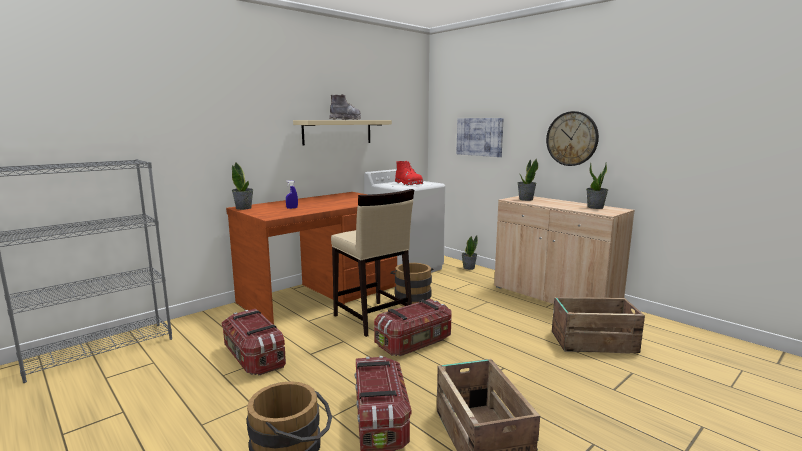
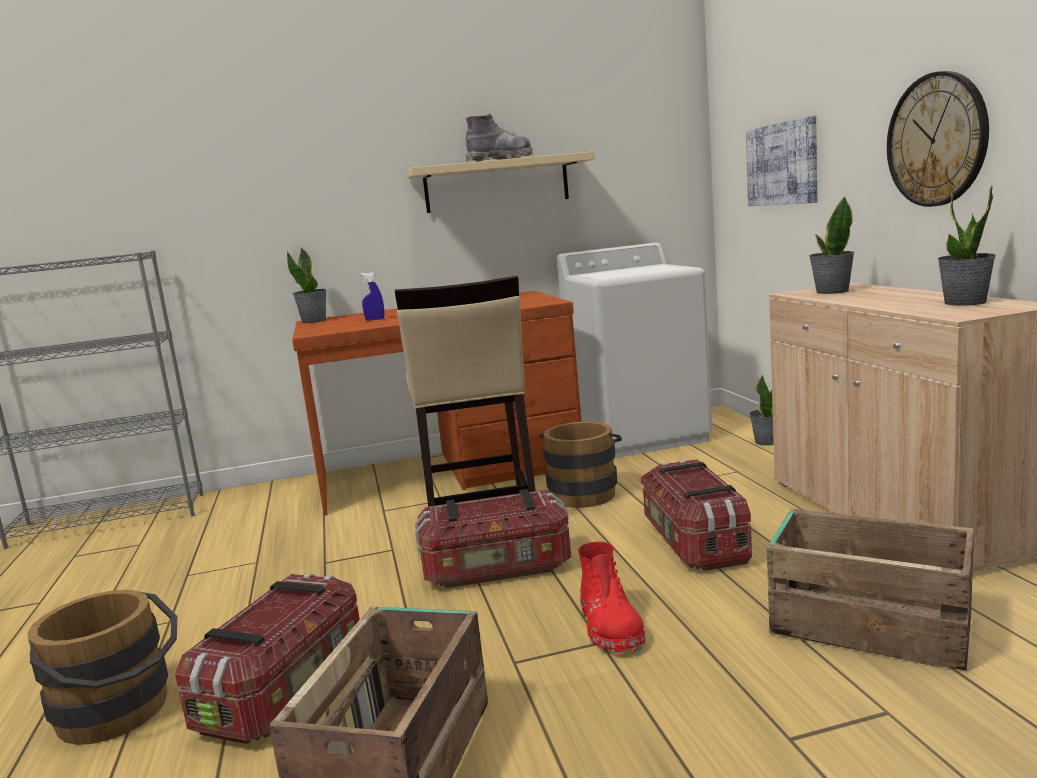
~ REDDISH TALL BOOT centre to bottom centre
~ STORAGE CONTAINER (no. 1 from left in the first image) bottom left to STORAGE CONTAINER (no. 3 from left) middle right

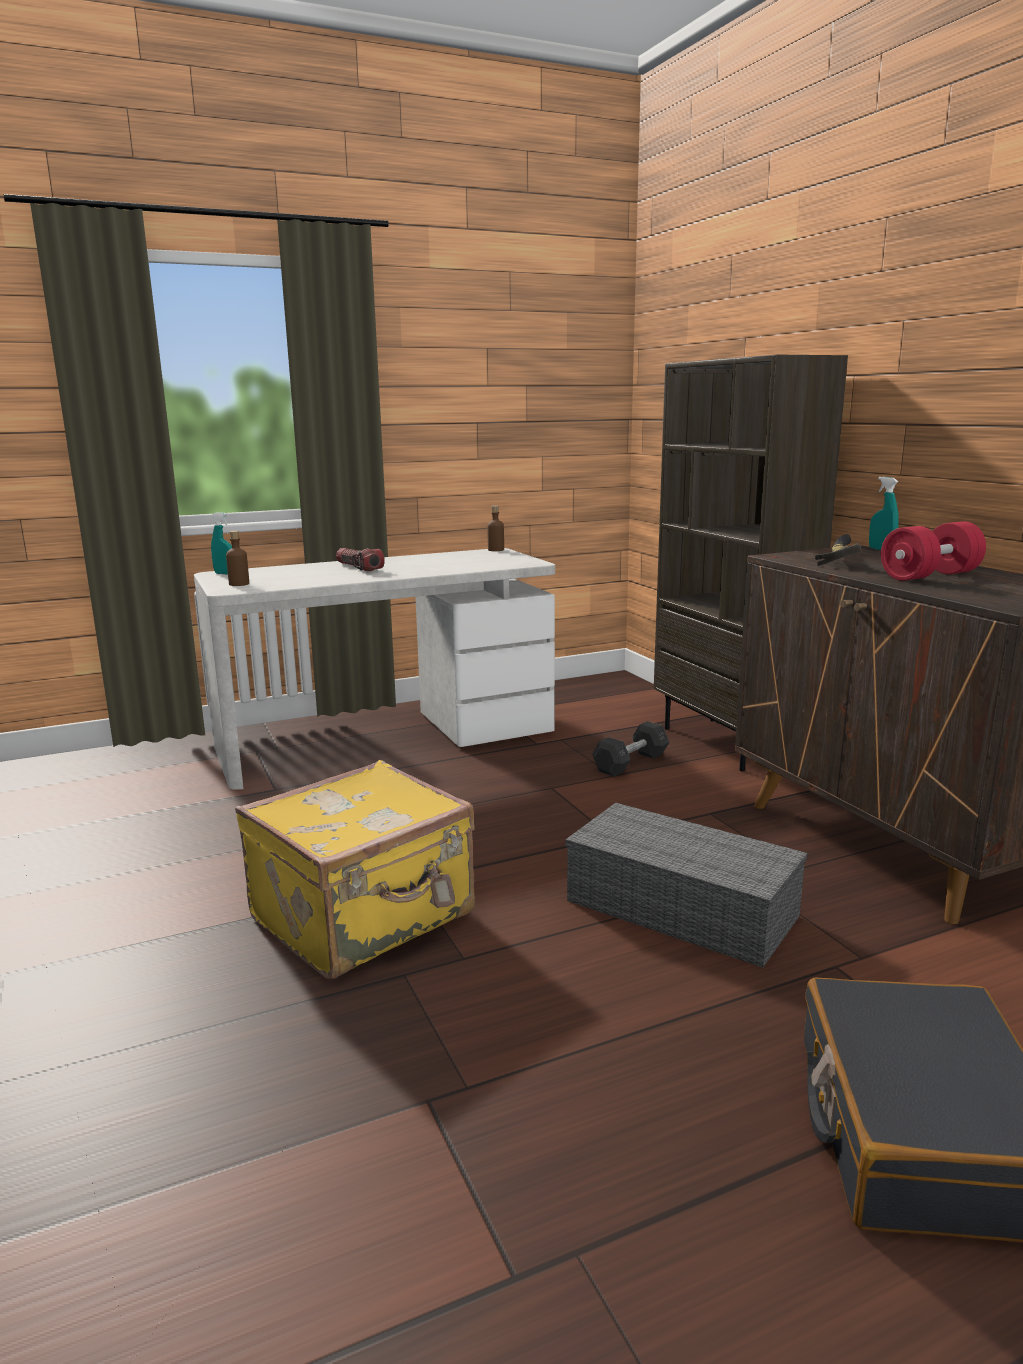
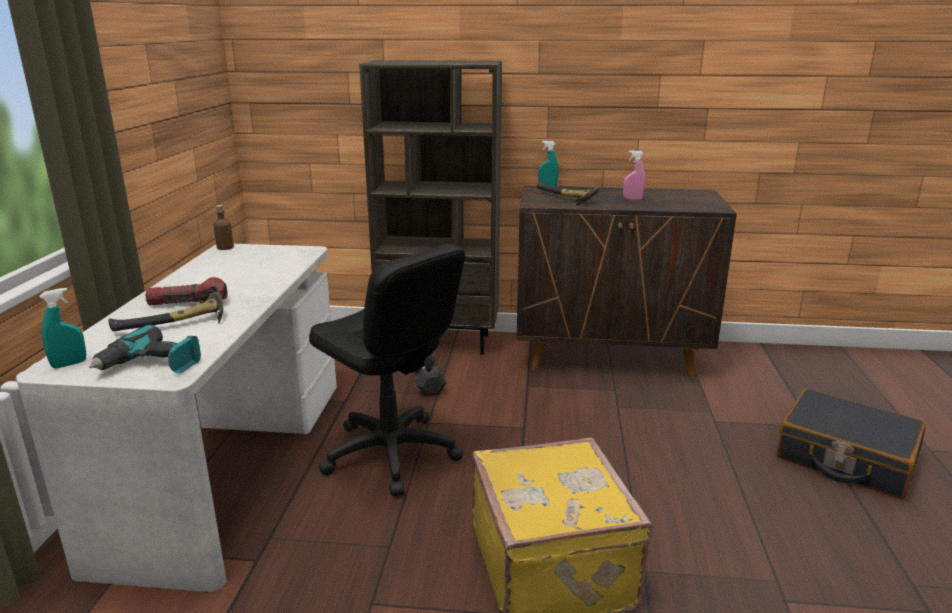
~ REDDISH FREE WEIGHT middle right to PINK SPRAYER top centre
~ BROWNISH DRINK BOTTLE (no. 1 from left) middle left to ELECTRIC DRILL middle left
- GRAY STORAGE CONTAINER middle right
+ BLACK-COLOURED OFFICE CHAIR centre
+ HAND HAMMER (no. 1 from left) middle left

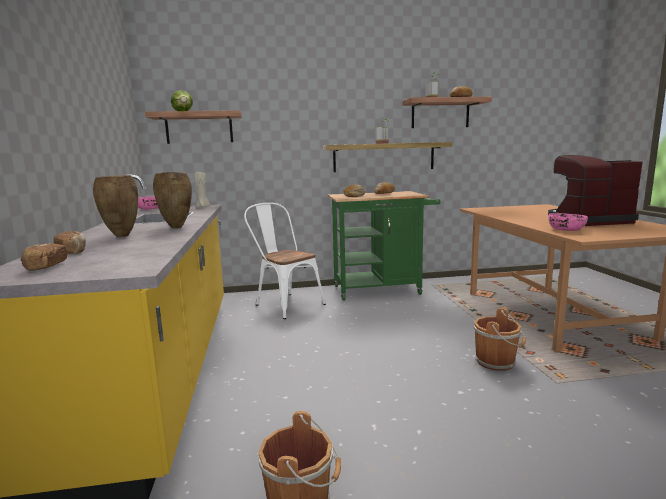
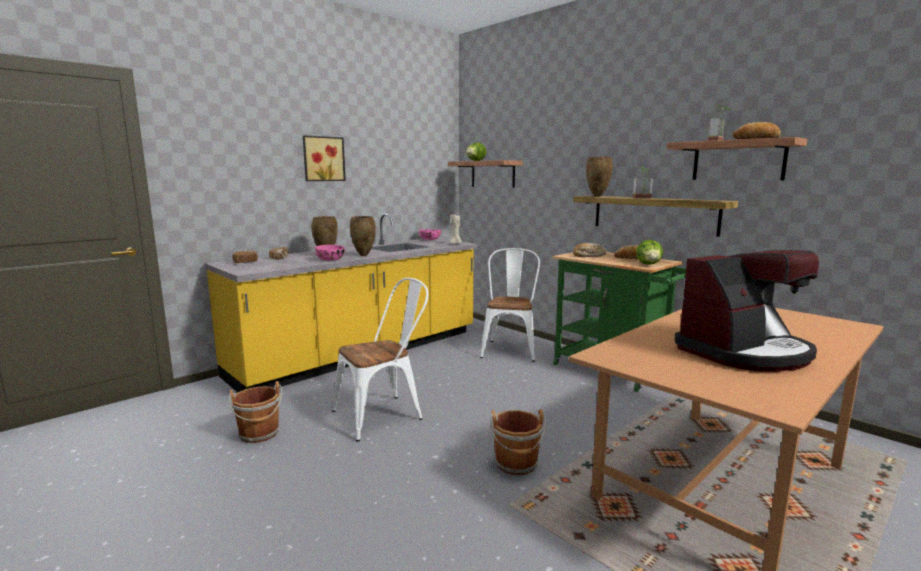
~ COFFEE MAKER middle right = middle right 105 degrees clockwise
~ PINK DEEP DISH (no. 2 from left in the first image) middle right to PINK DEEP DISH (no. 1 from left) centre
+ WALL PICTURE top centre
+ BROWNISH DECORATIVE VASE (no. 3 from left) top centre
+ HEAD OF LETTUCE (no. 2 from left) middle right
+ WHITE UPRIGHT CHAIR (no. 1 from left) centre

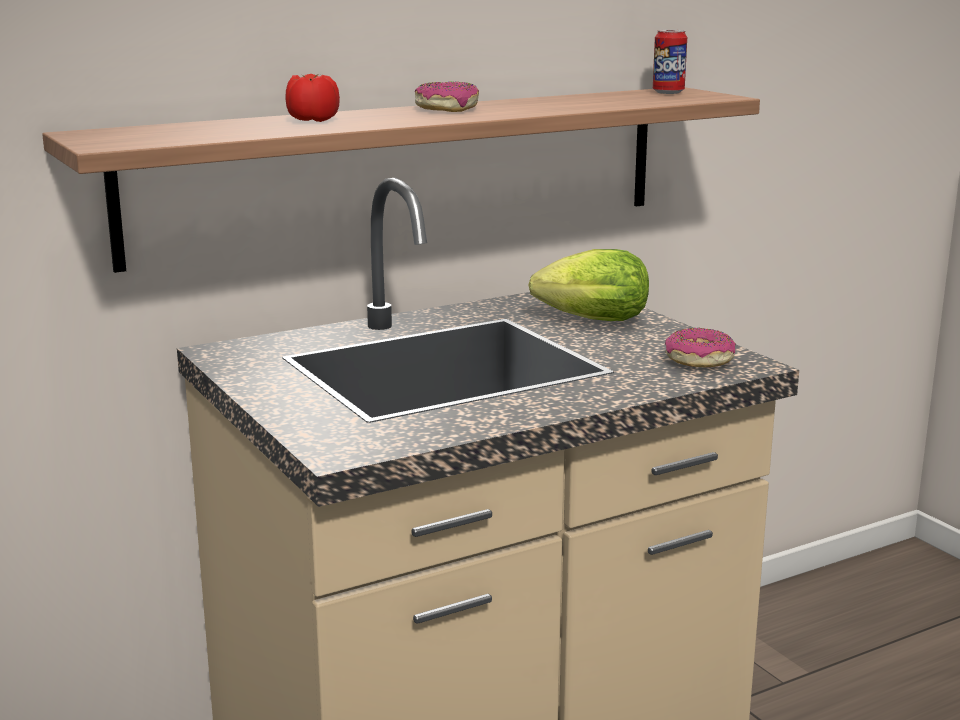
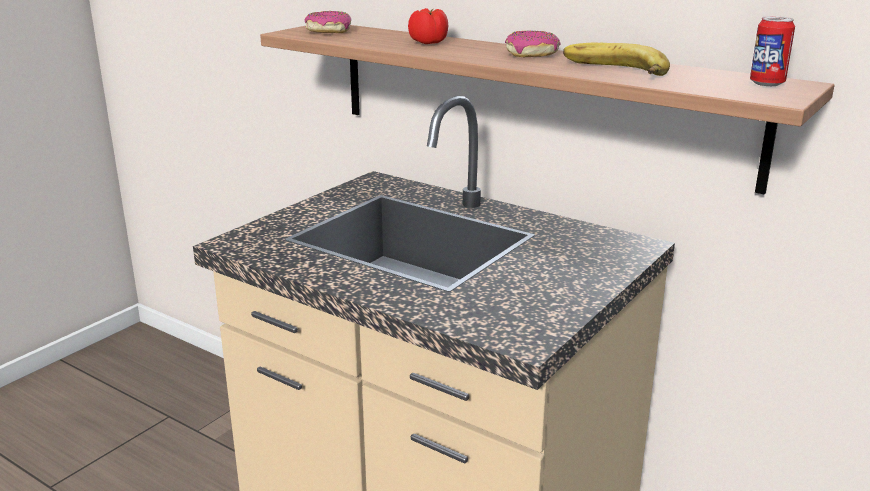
- HEAD OF LETTUCE centre
~ RING DOUGHNUT (no. 2 from left in the first image) middle right to RING DOUGHNUT (no. 1 from left) top centre
+ BANANA FRUIT top right

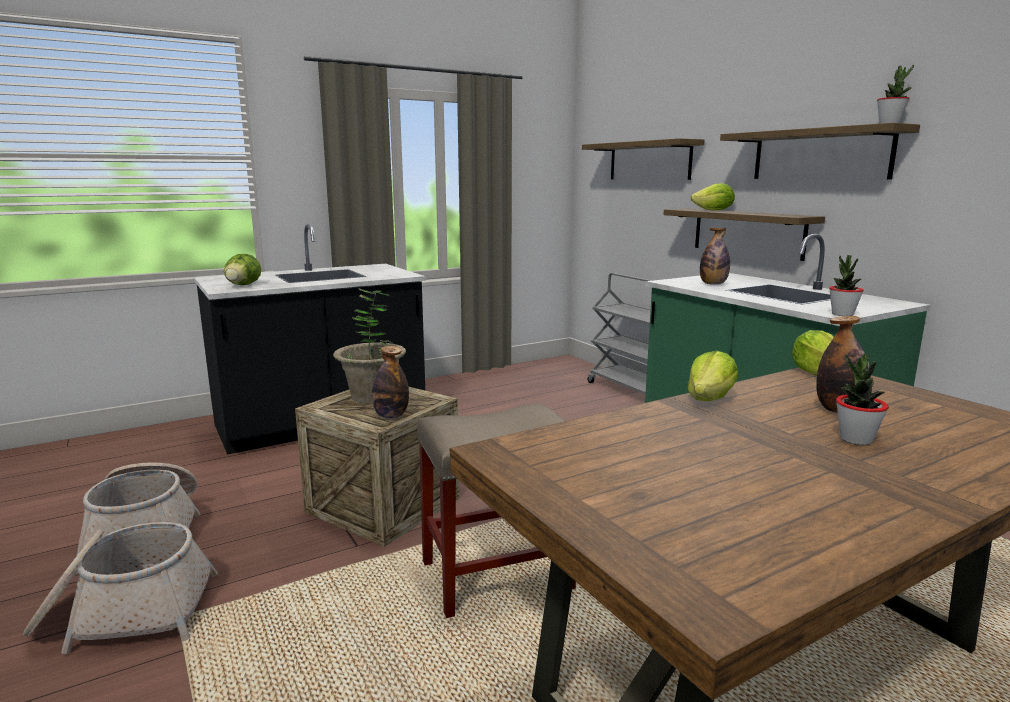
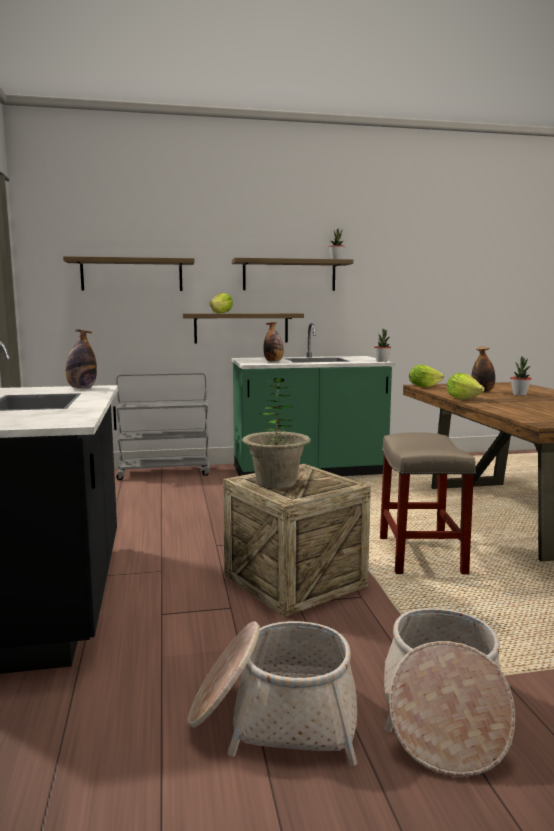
- HEAD OF LETTUCE (no. 1 from left) middle left
~ DRINK BOTTLE (no. 1 from left) centre to middle left

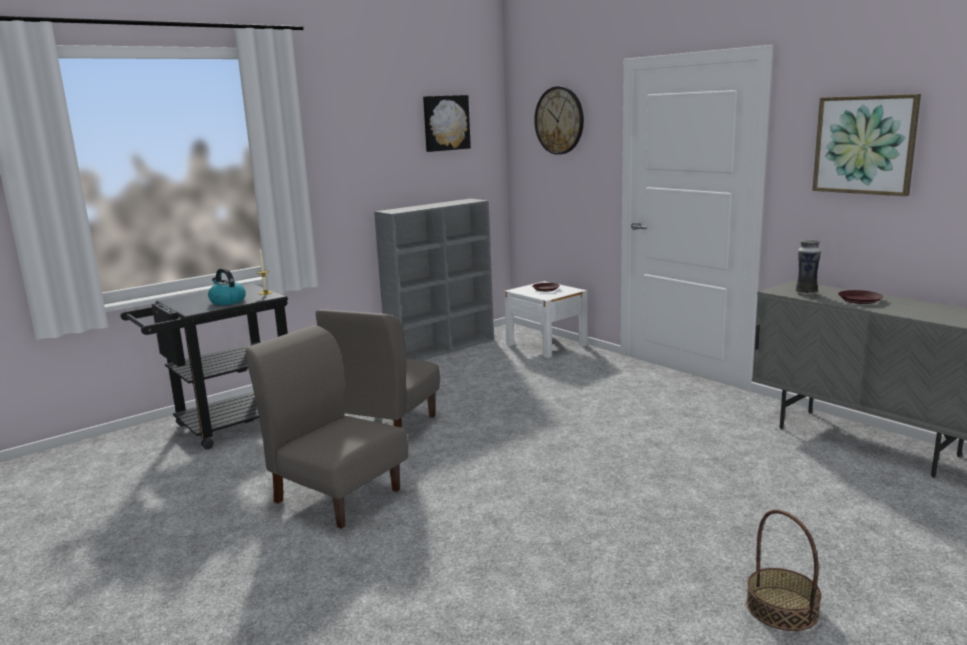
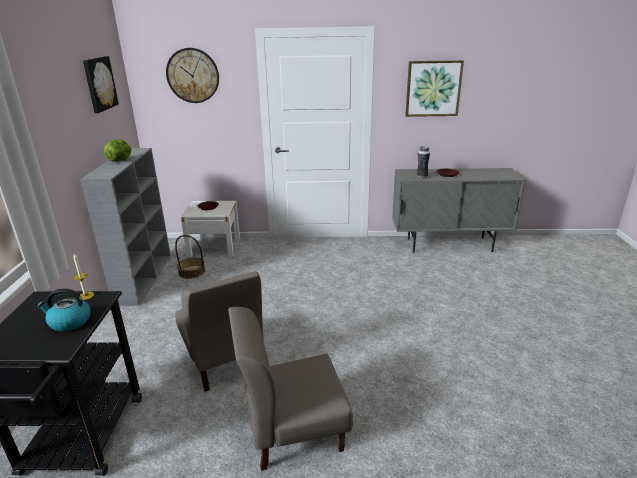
~ HOUSEHOLD BASKET bottom right to middle left
+ HEAD OF LETTUCE top left

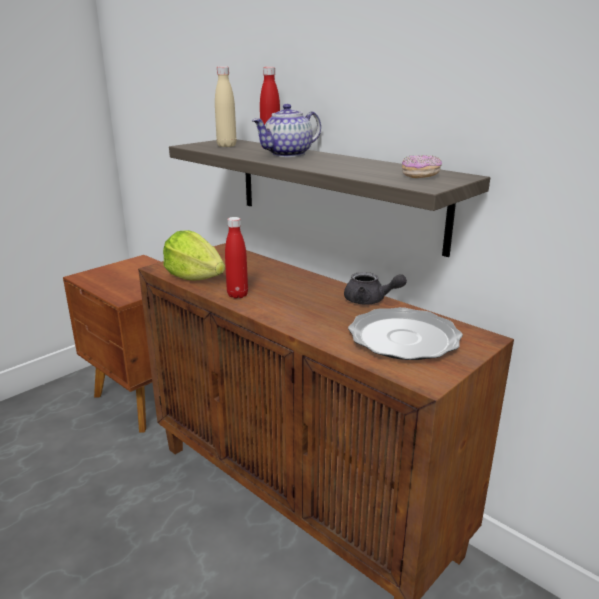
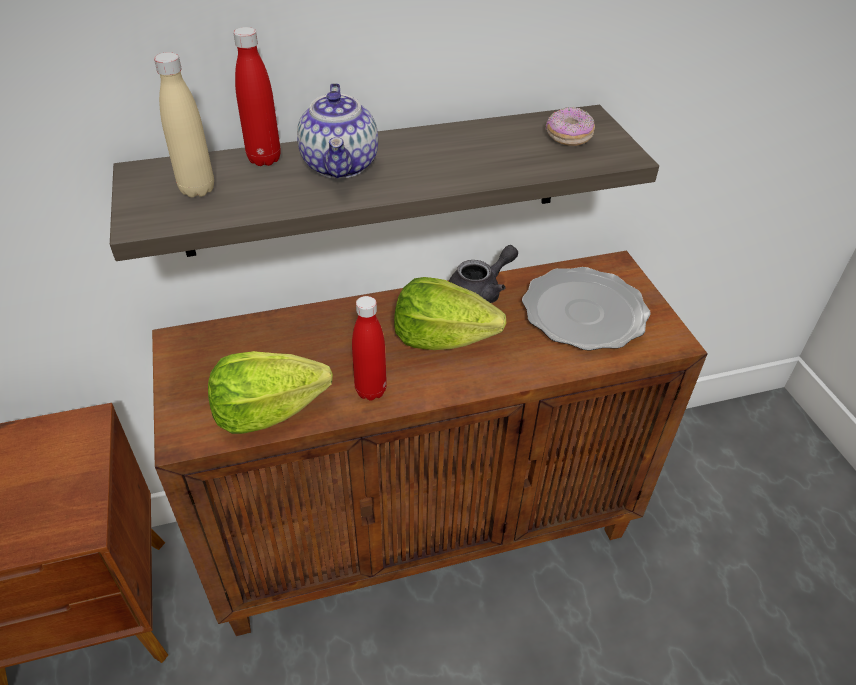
+ HEAD OF LETTUCE (no. 2 from left) centre

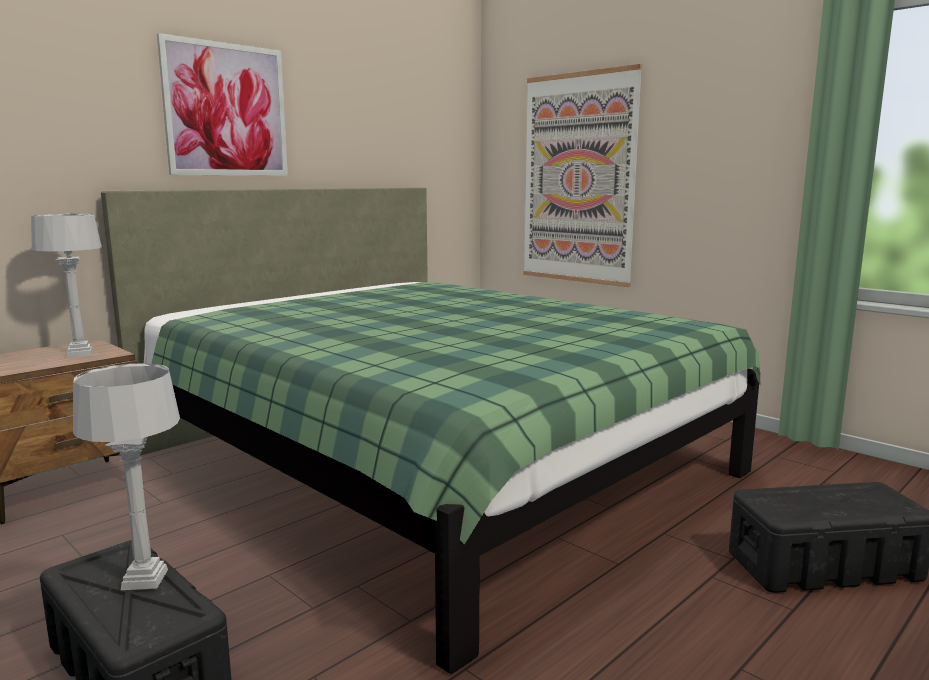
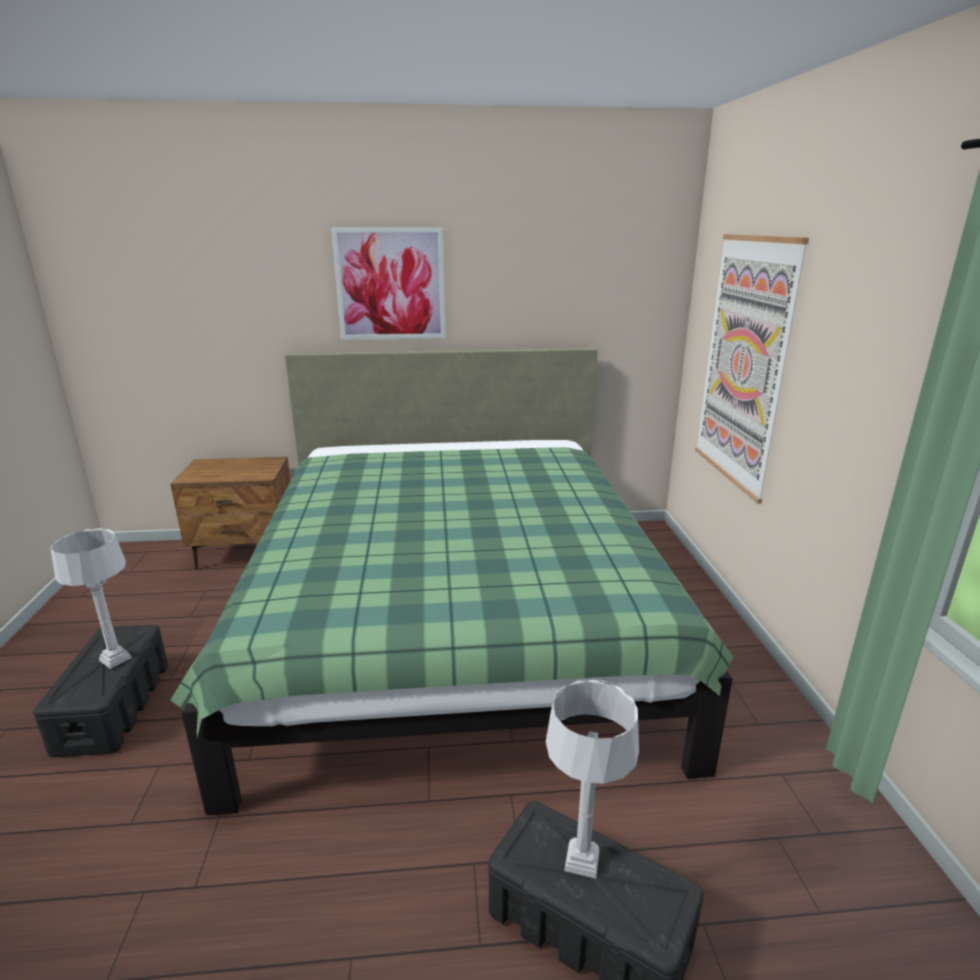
~ GRAY LAMP FOR A TABLE (no. 1 from left in the first image) middle left to GRAY LAMP FOR A TABLE (no. 2 from left) bottom centre

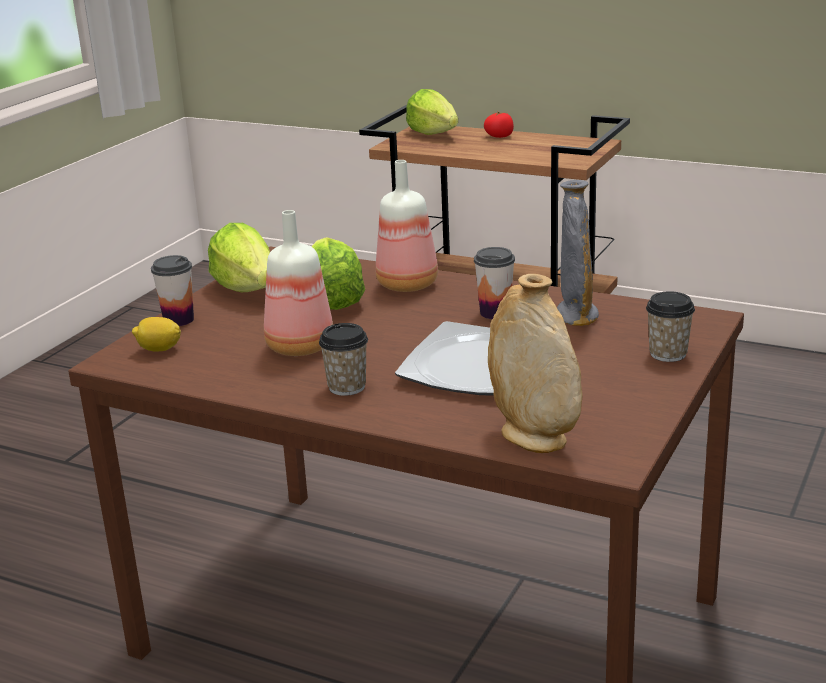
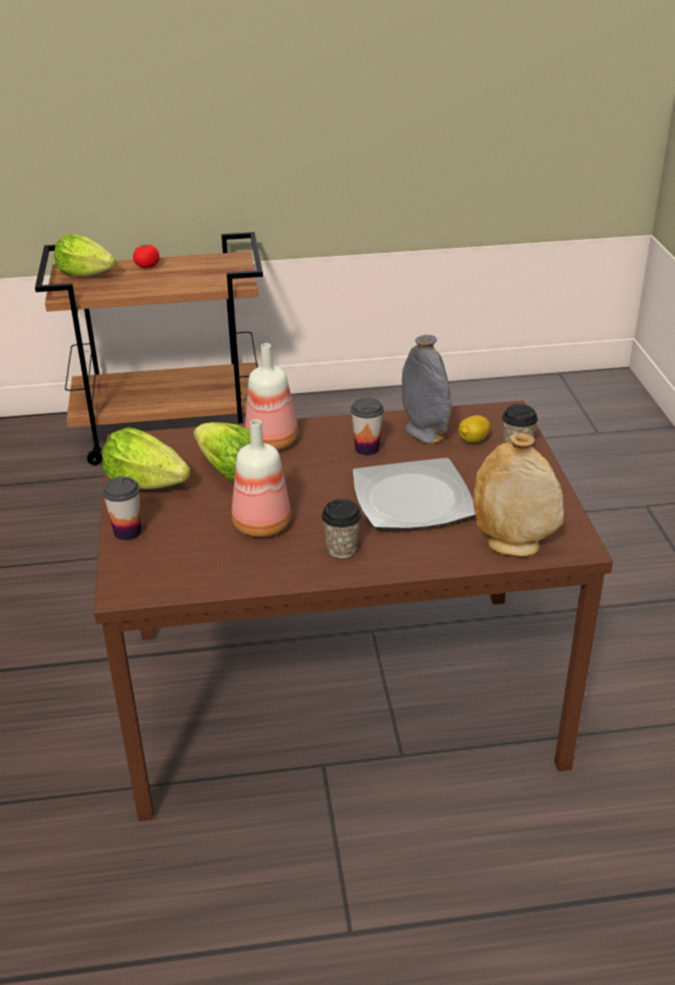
~ WHOLE LEMON middle left to middle right

